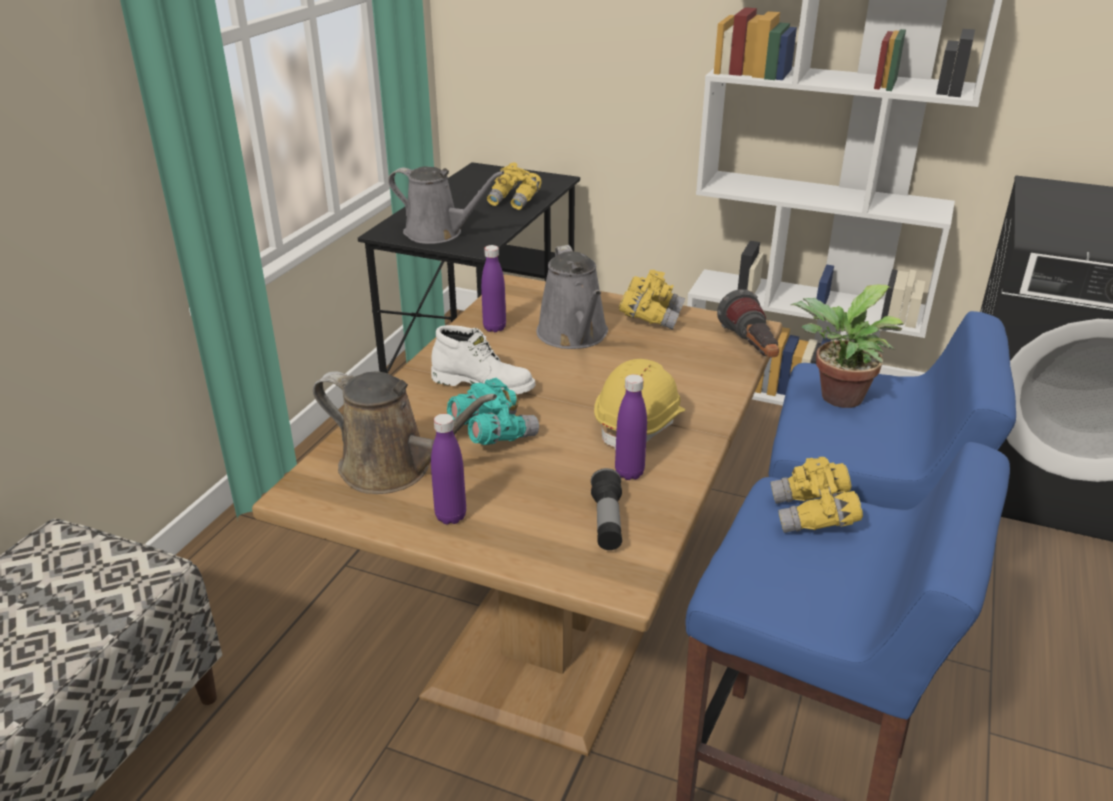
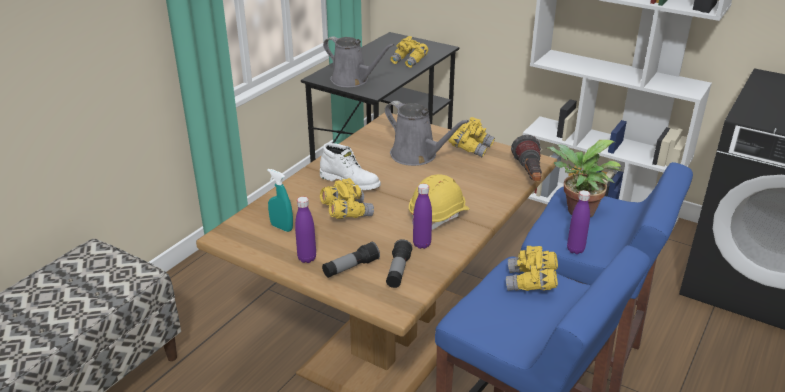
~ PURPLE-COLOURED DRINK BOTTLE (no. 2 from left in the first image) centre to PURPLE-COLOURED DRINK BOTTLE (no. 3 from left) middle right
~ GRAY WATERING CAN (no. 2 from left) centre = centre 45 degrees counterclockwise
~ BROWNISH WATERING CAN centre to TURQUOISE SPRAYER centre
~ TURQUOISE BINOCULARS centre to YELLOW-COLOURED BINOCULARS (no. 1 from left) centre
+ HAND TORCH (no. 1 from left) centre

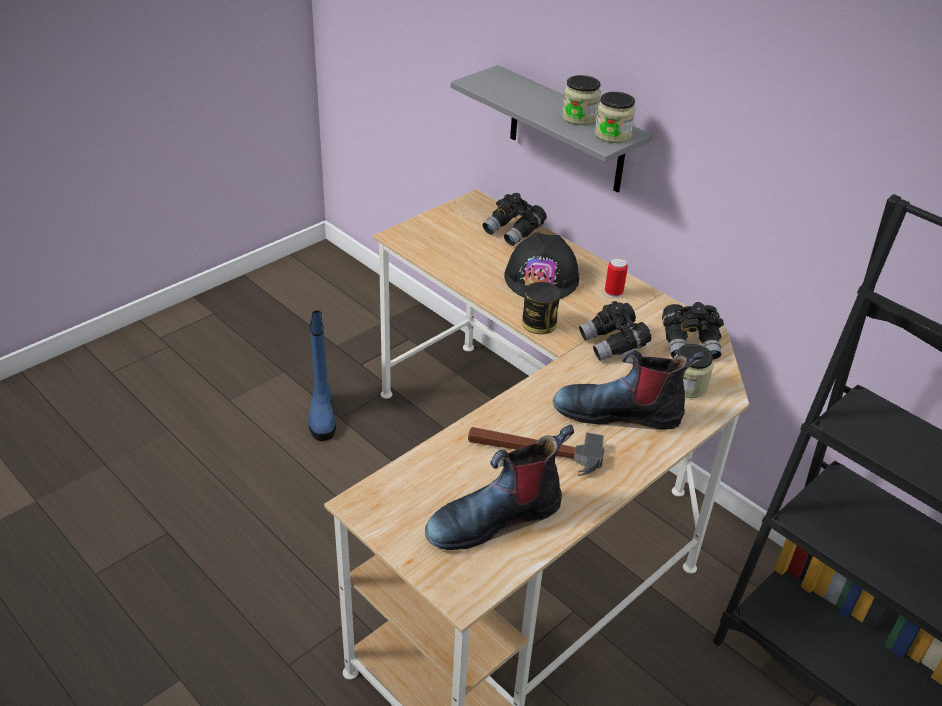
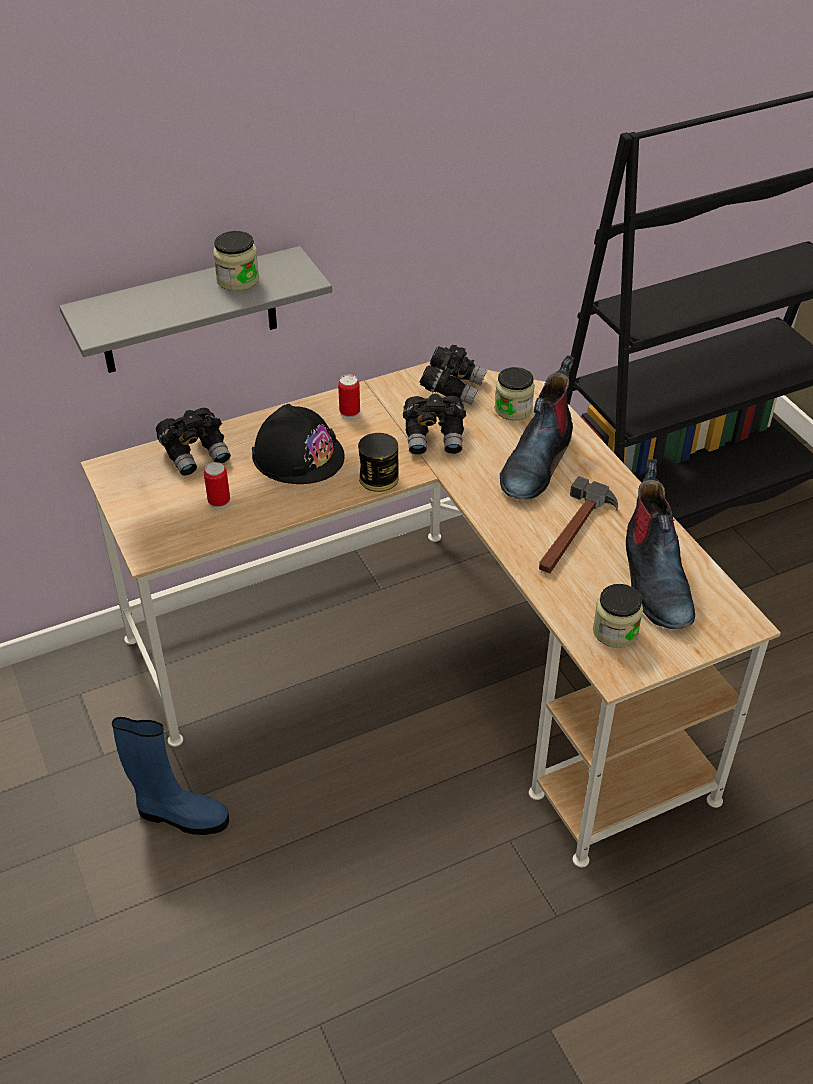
~ STORAGE JAR (no. 2 from left in the first image) top centre to STORAGE JAR (no. 3 from left) middle right
+ METAL CAN (no. 1 from left) middle left

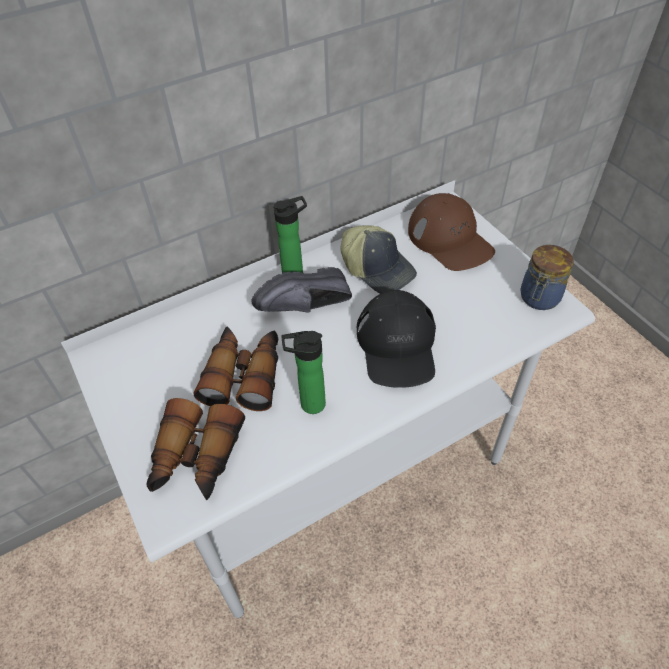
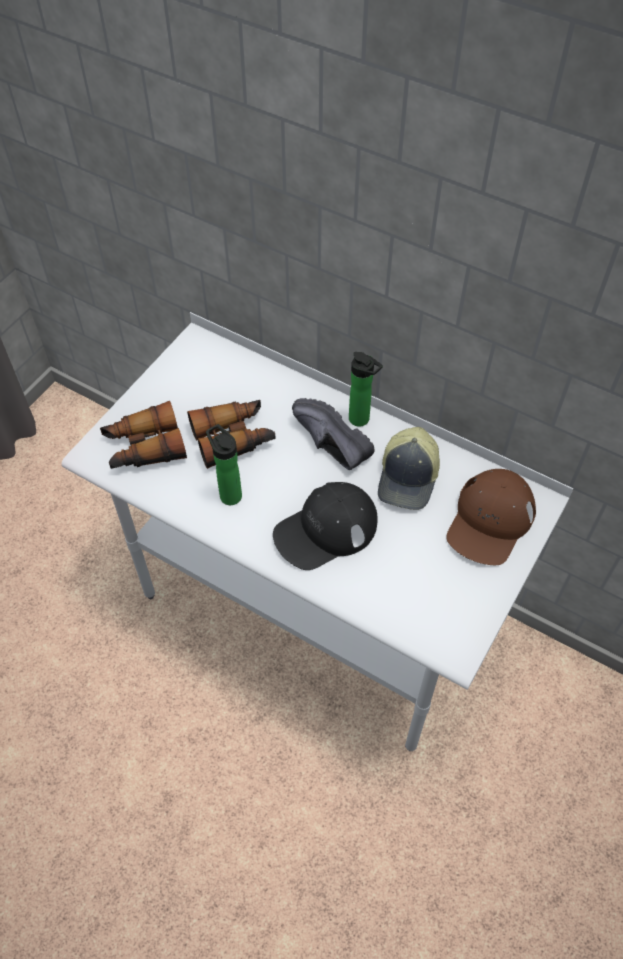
- STORAGE JAR middle right

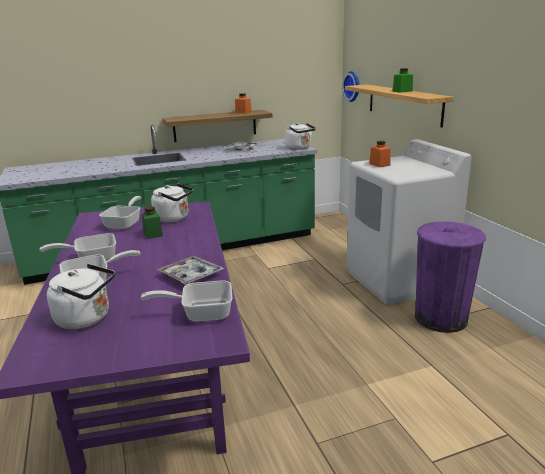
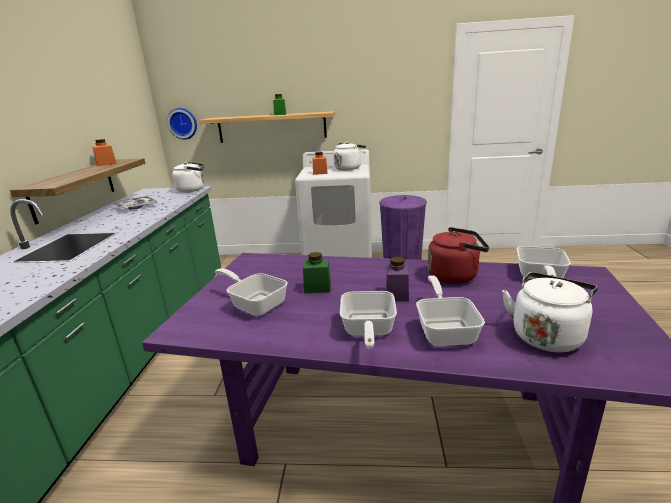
~ WHITE WATER KETTLE (no. 2 from left) middle left to top centre
~ TRAY (no. 1 from left) centre to REDDISH WATER KETTLE middle right
+ PURPLE-COLOURED STORAGE JAR centre

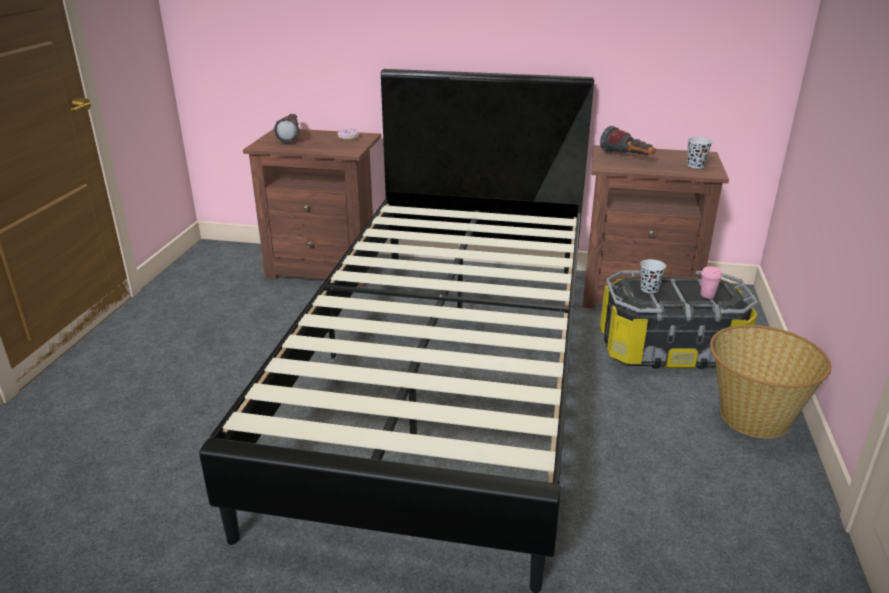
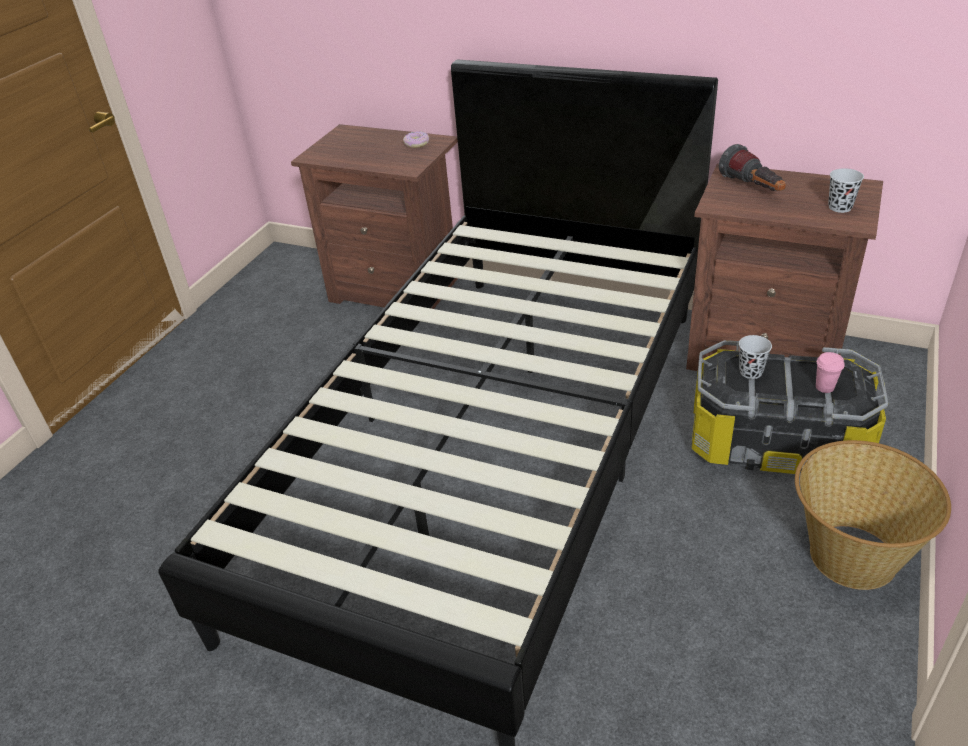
- HAND TORCH (no. 1 from left) top left

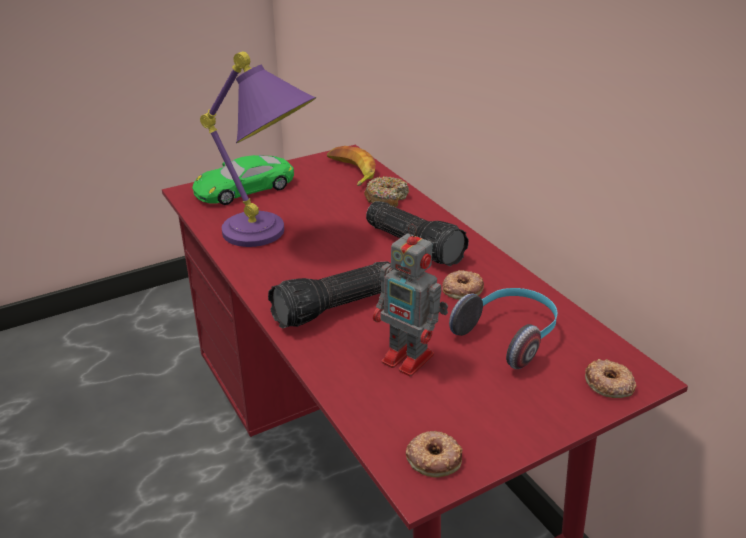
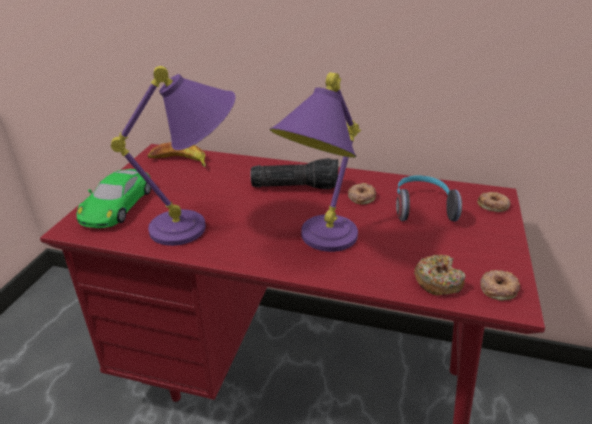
~ RING DOUGHNUT (no. 1 from left in the first image) centre to RING DOUGHNUT (no. 2 from left) middle right
- ROBOT FIGURE centre
~ HAND TORCH (no. 1 from left) centre to PURPLE-COLOURED LAMP FOR A TABLE (no. 2 from left) centre

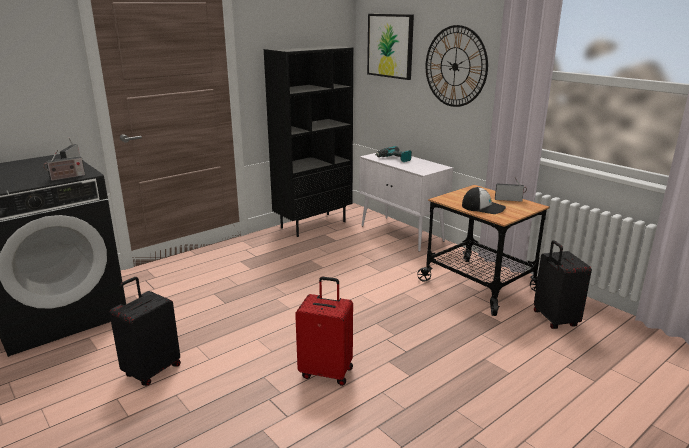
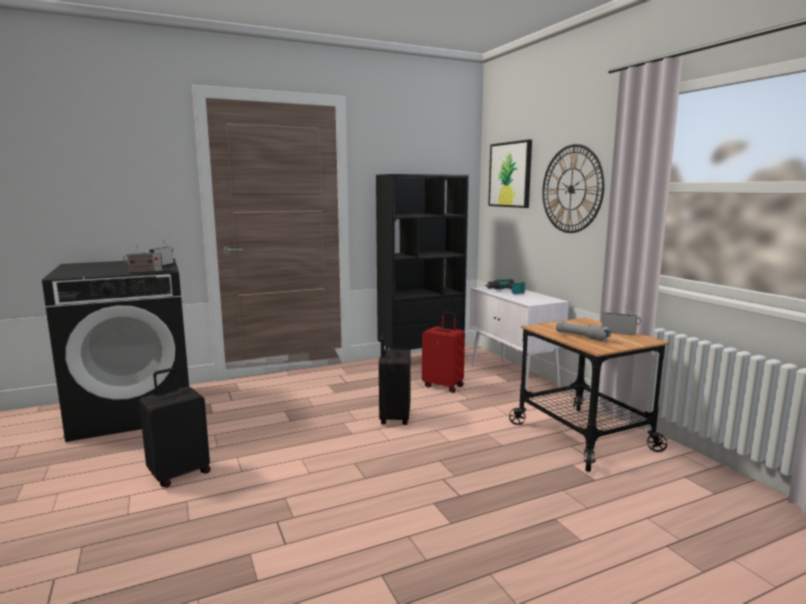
~ PEAKED CAP middle right to GRAY HAND TORCH middle right
~ BLACK-COLOURED PIECE OF LUGGAGE (no. 2 from left) middle right to centre
~ REDDISH PIECE OF LUGGAGE bottom centre to centre

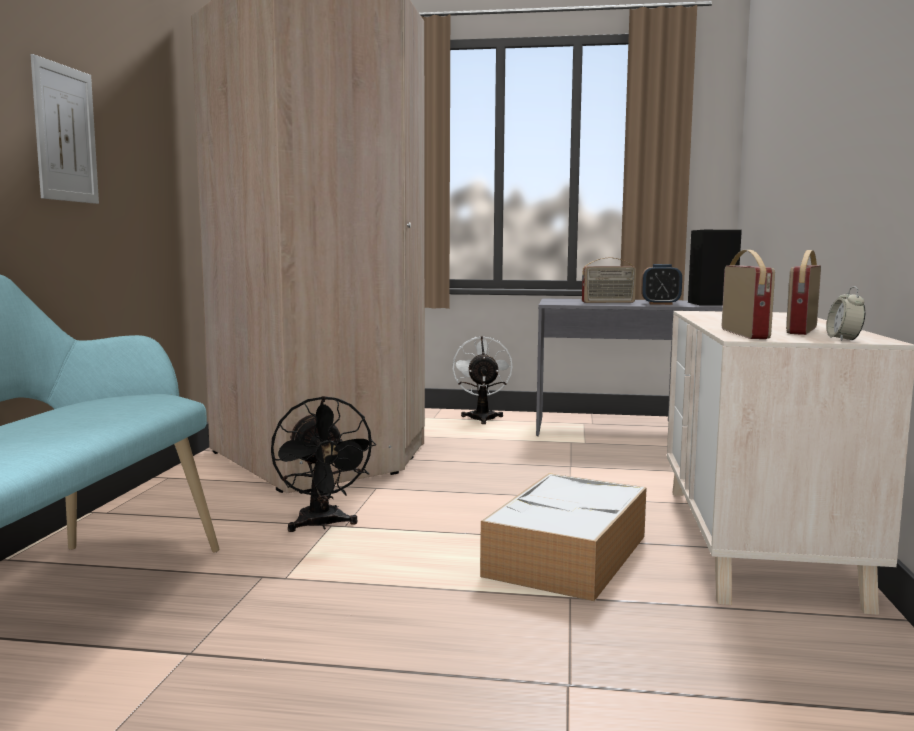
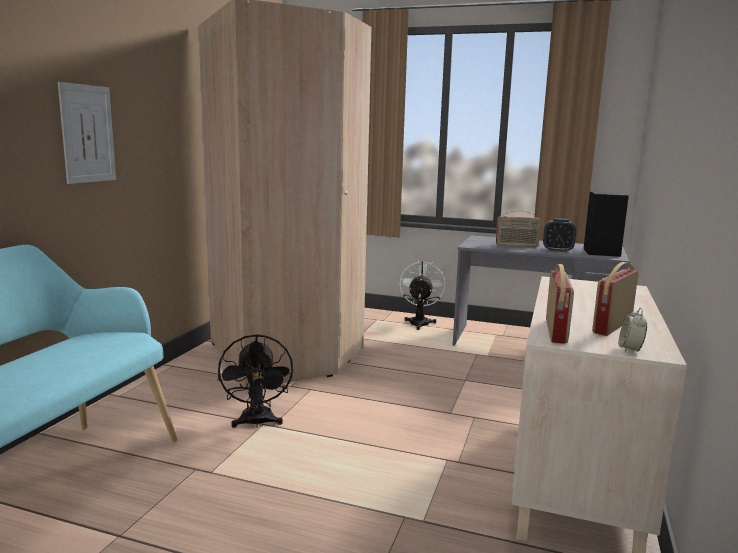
- STORAGE CONTAINER bottom centre

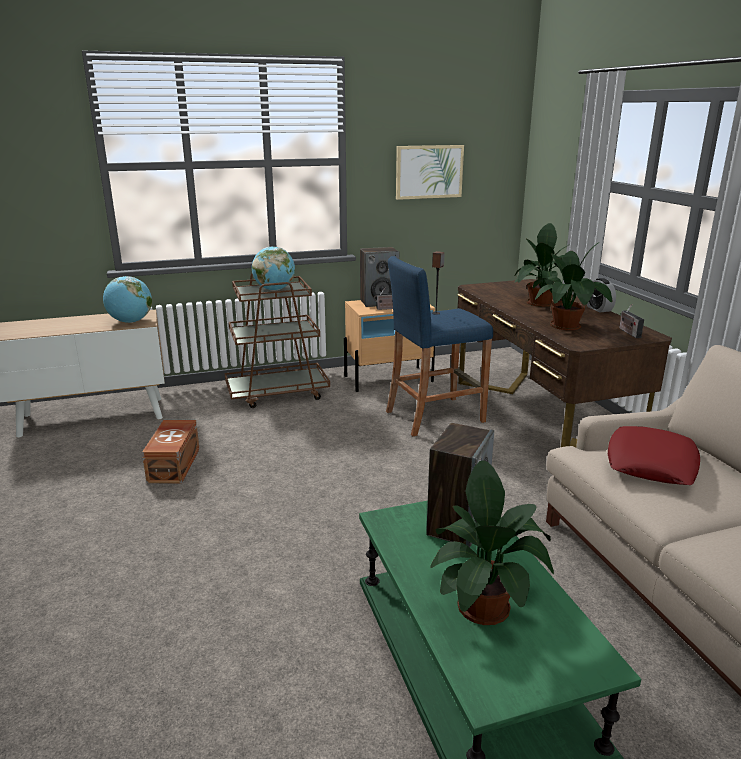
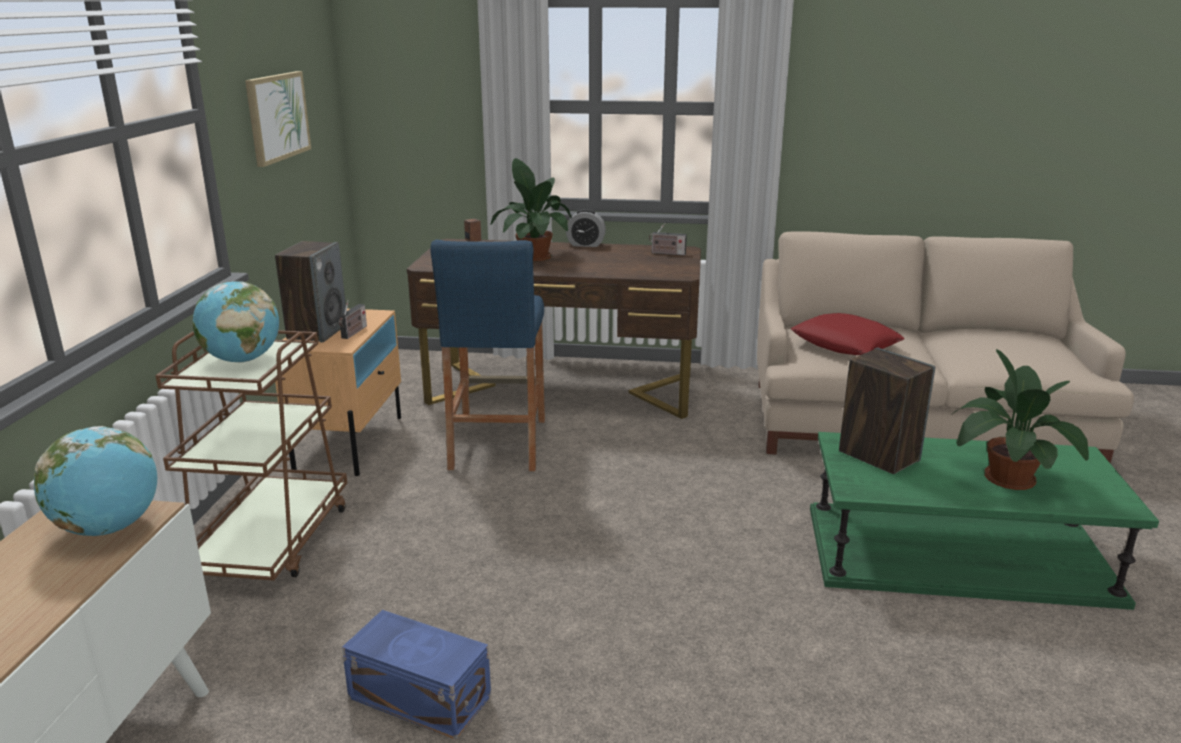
- HOUSEPLANT (no. 3 from left) middle right
~ BROWNISH STORAGE CONTAINER middle left to BLUE STORAGE CONTAINER bottom centre

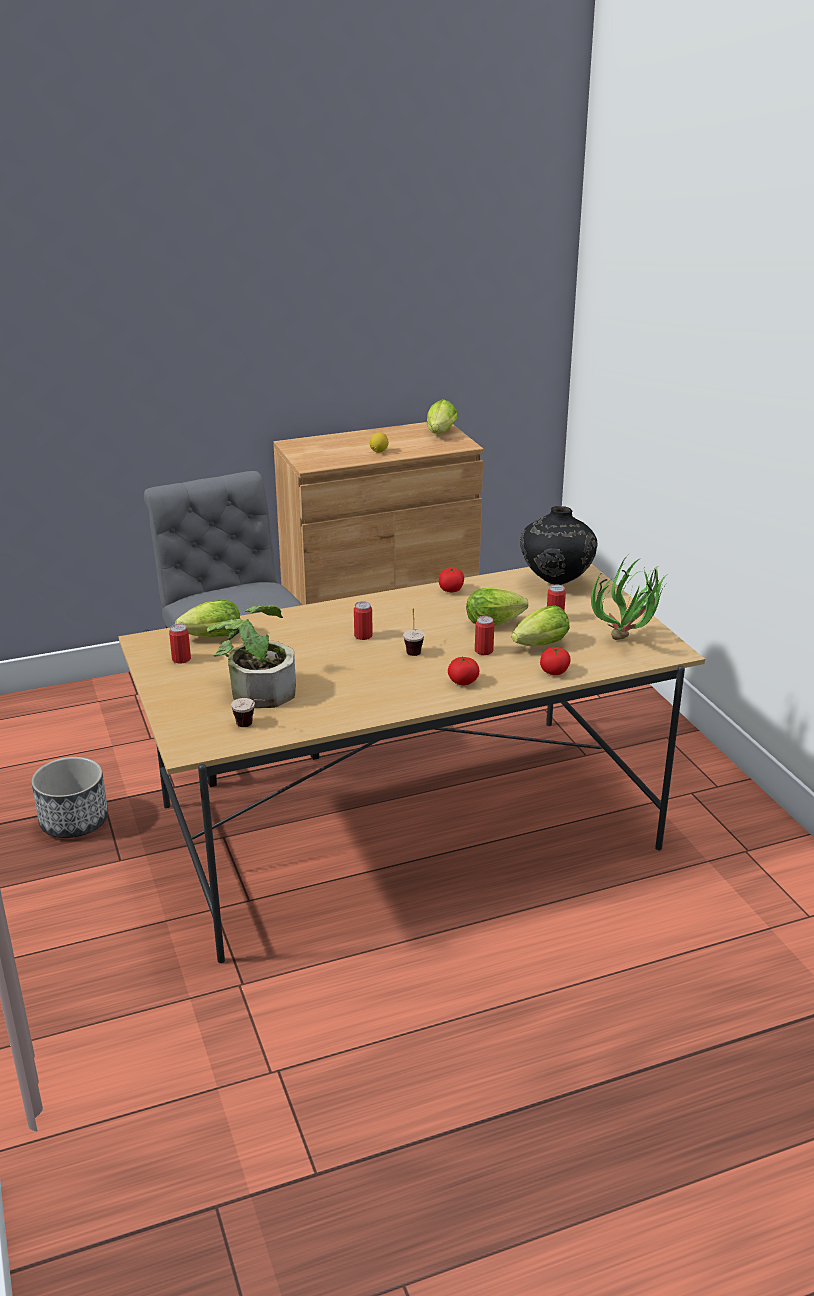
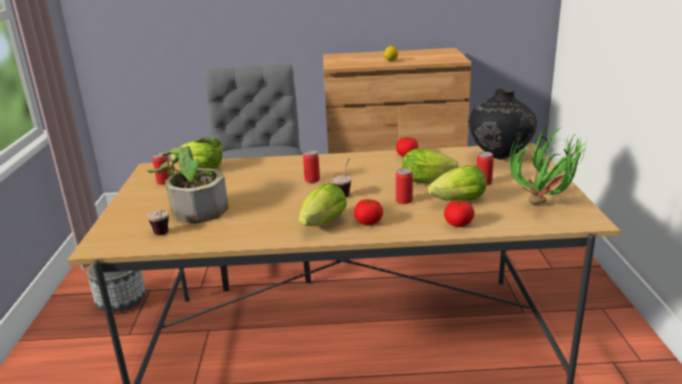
~ HEAD OF LETTUCE (no. 2 from left) top centre to centre

